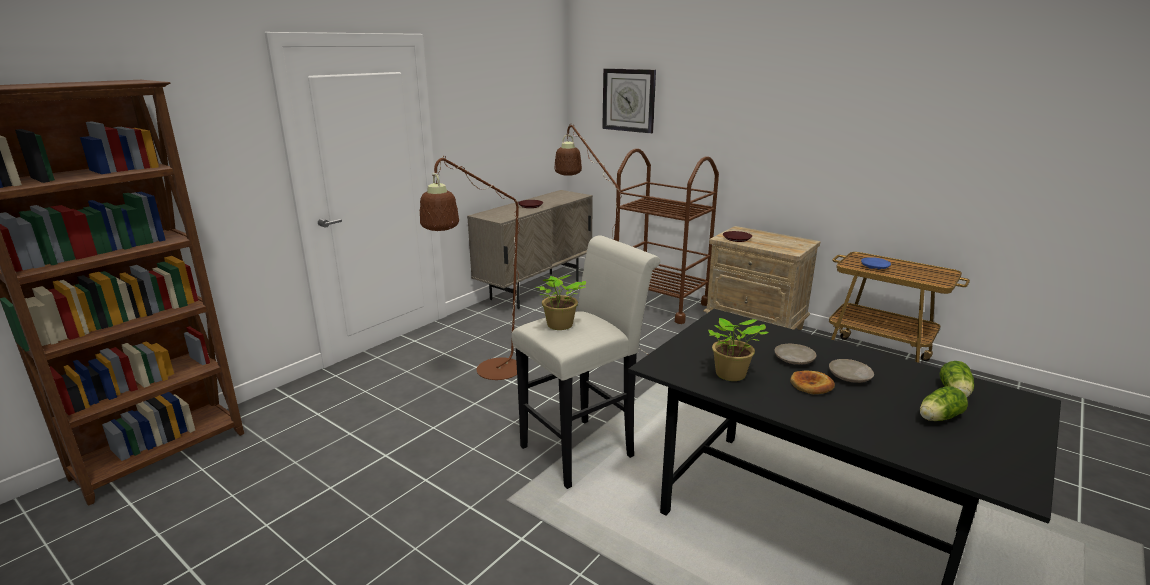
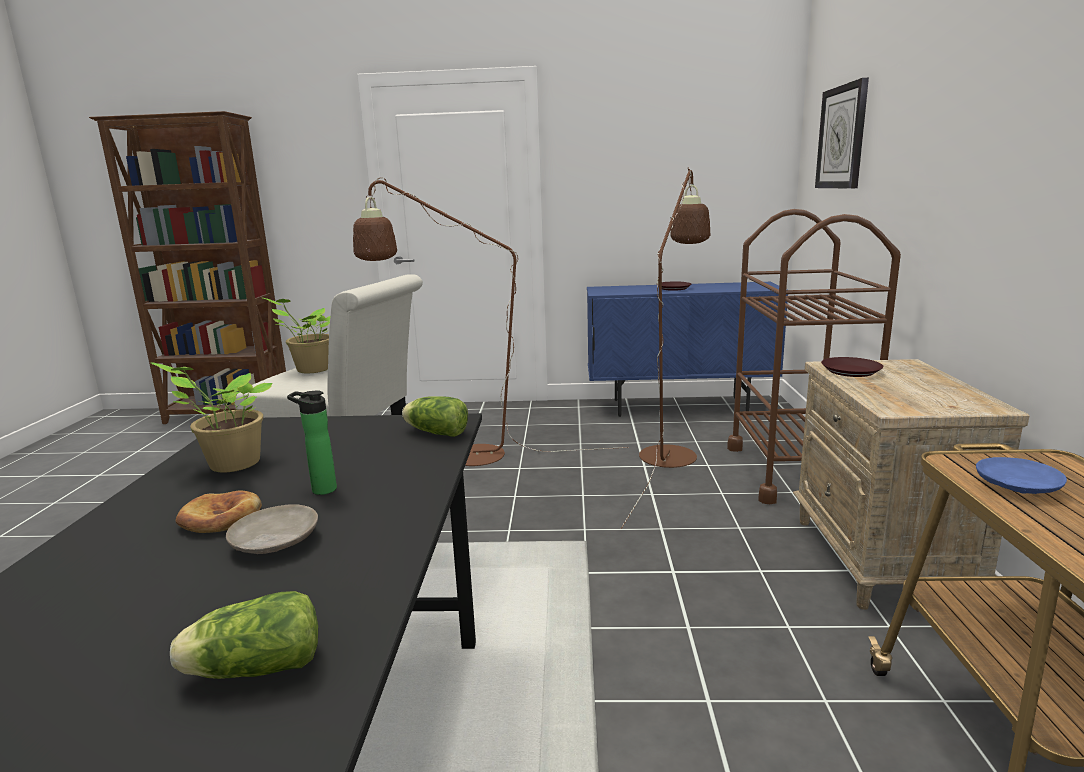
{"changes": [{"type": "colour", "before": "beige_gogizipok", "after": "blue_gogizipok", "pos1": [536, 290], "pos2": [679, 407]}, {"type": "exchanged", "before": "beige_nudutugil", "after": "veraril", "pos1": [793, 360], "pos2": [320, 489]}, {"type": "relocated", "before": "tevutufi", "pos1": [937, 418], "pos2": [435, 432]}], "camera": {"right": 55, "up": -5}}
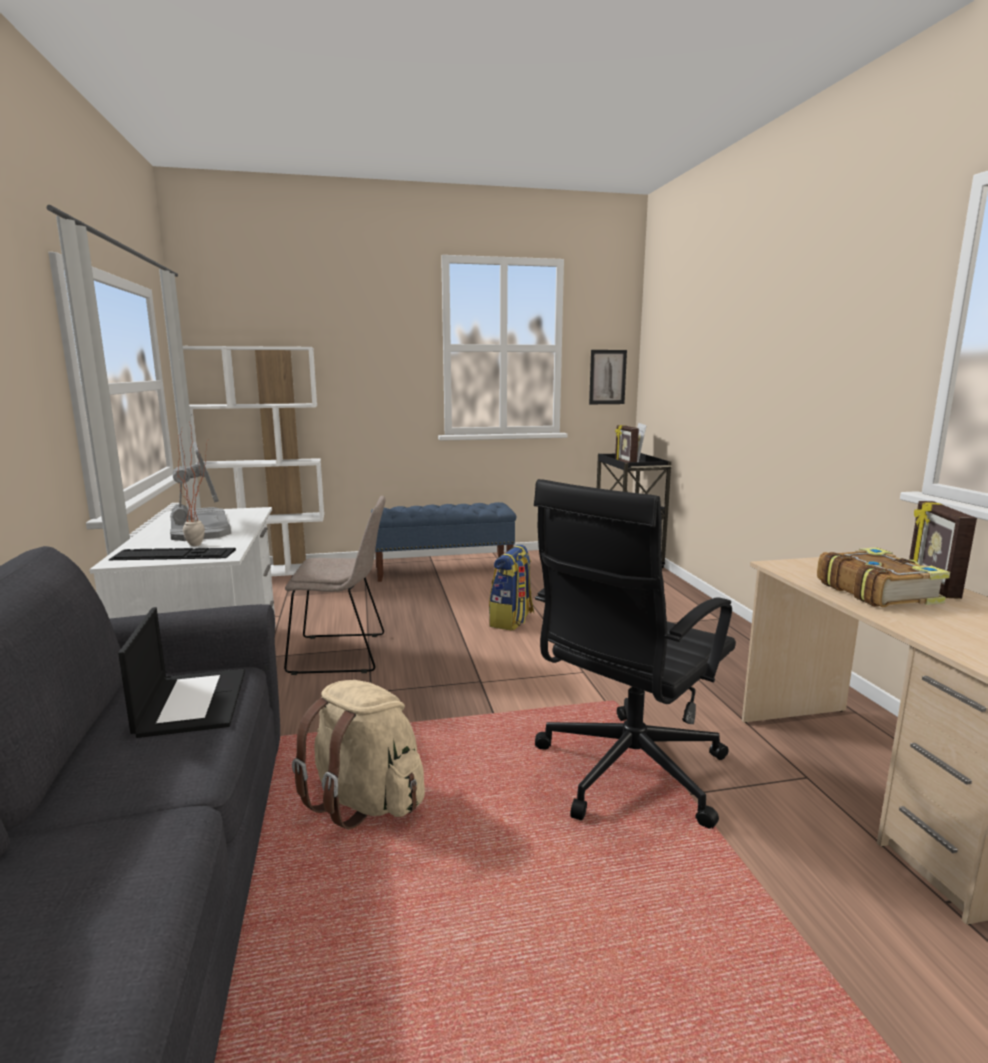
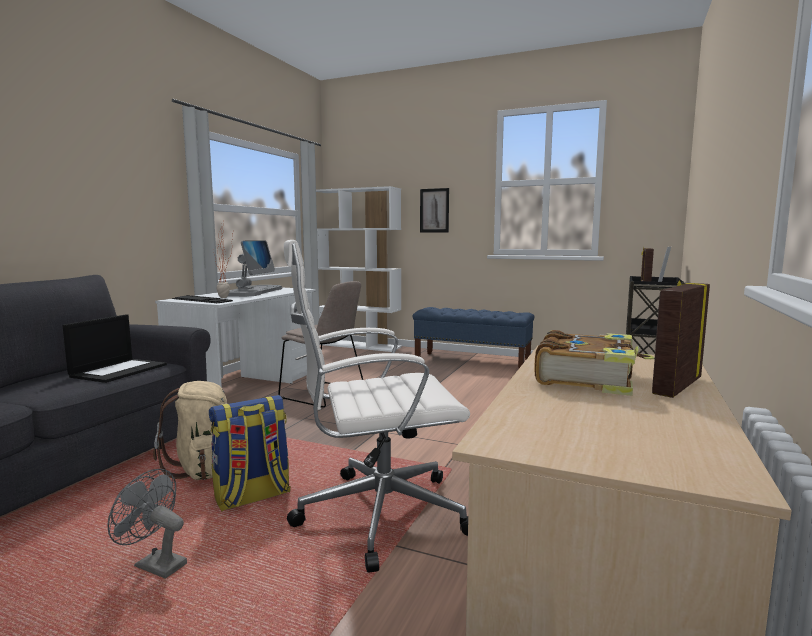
{"changes": [{"type": "relocated", "before": "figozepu", "pos1": [607, 377], "pos2": [434, 210]}, {"type": "colour", "before": "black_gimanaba", "after": "white_gimanaba", "pos1": [627, 772], "pos2": [376, 514]}, {"type": "relocated", "before": "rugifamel", "pos1": [512, 621], "pos2": [252, 497]}, {"type": "appeared", "after": "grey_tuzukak", "pos2": [154, 564]}], "camera": {"right": 35, "up": -5}}
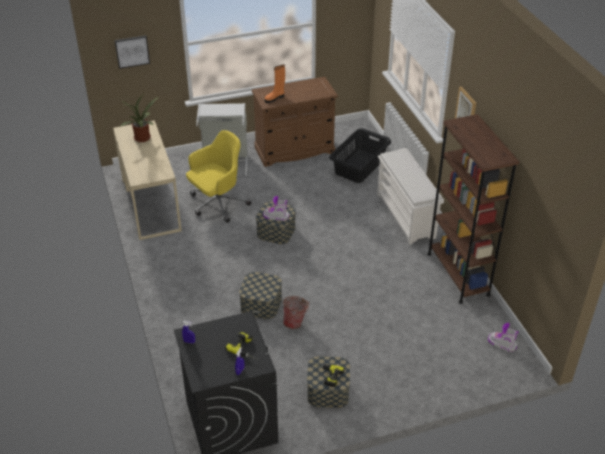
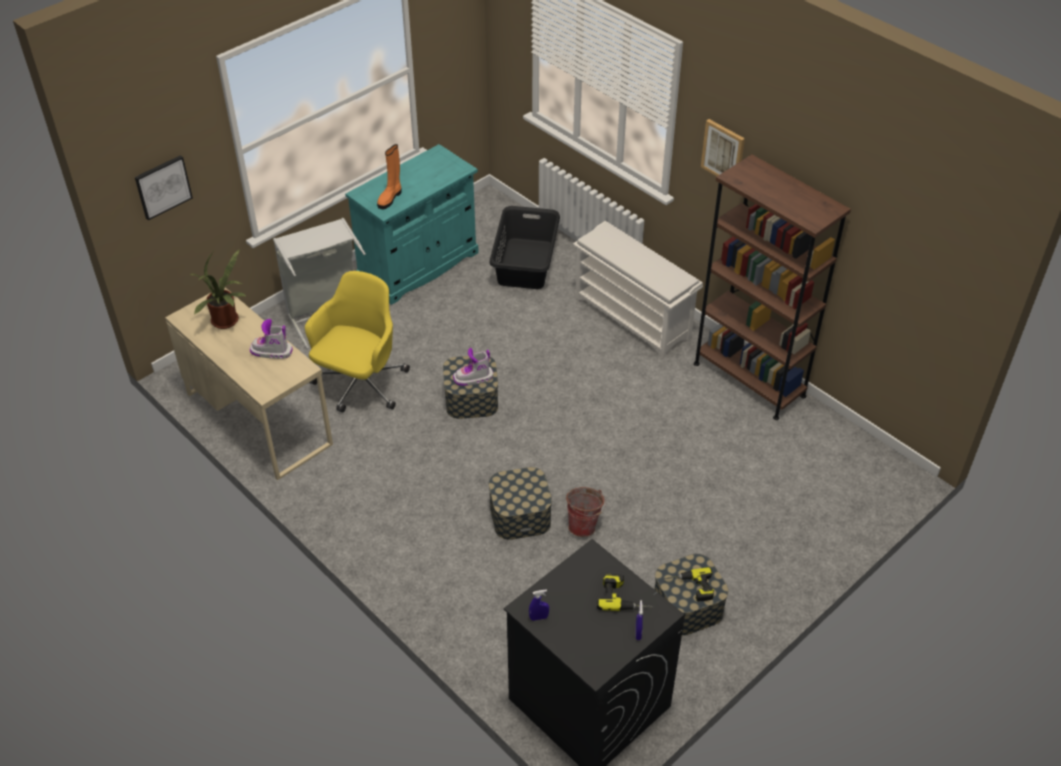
{"changes": [{"type": "colour", "before": "brown_gogizipok", "after": "turquoise_gogizipok", "pos1": [294, 150], "pos2": [418, 265]}, {"type": "relocated", "before": "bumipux", "pos1": [502, 344], "pos2": [271, 352]}], "camera": {"right": -25, "up": 5}}
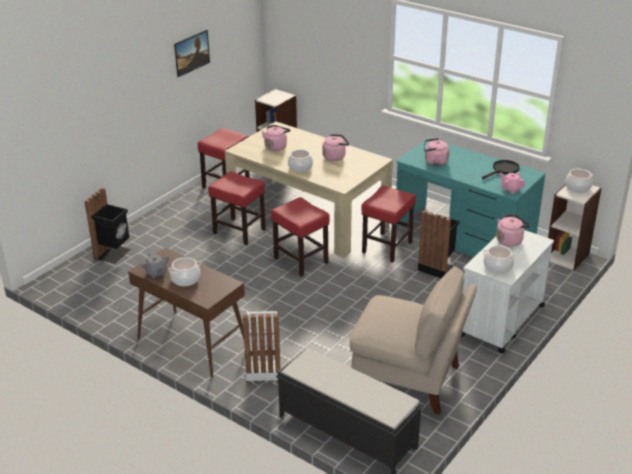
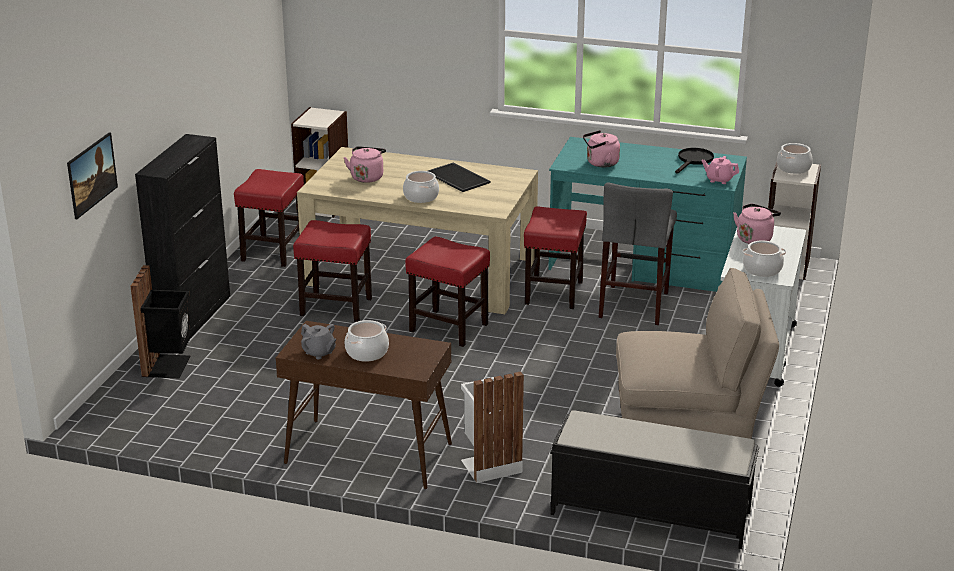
{"changes": [{"type": "relocated", "before": "figozepu", "pos1": [192, 61], "pos2": [94, 188]}, {"type": "exchanged", "before": "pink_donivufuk", "after": "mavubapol", "pos1": [335, 157], "pos2": [459, 177]}, {"type": "exchanged", "before": "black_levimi", "after": "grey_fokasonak", "pos1": [437, 267], "pos2": [634, 305]}, {"type": "appeared", "after": "black_gogizipok", "pos2": [194, 317]}], "camera": {"right": -20, "up": -5}}
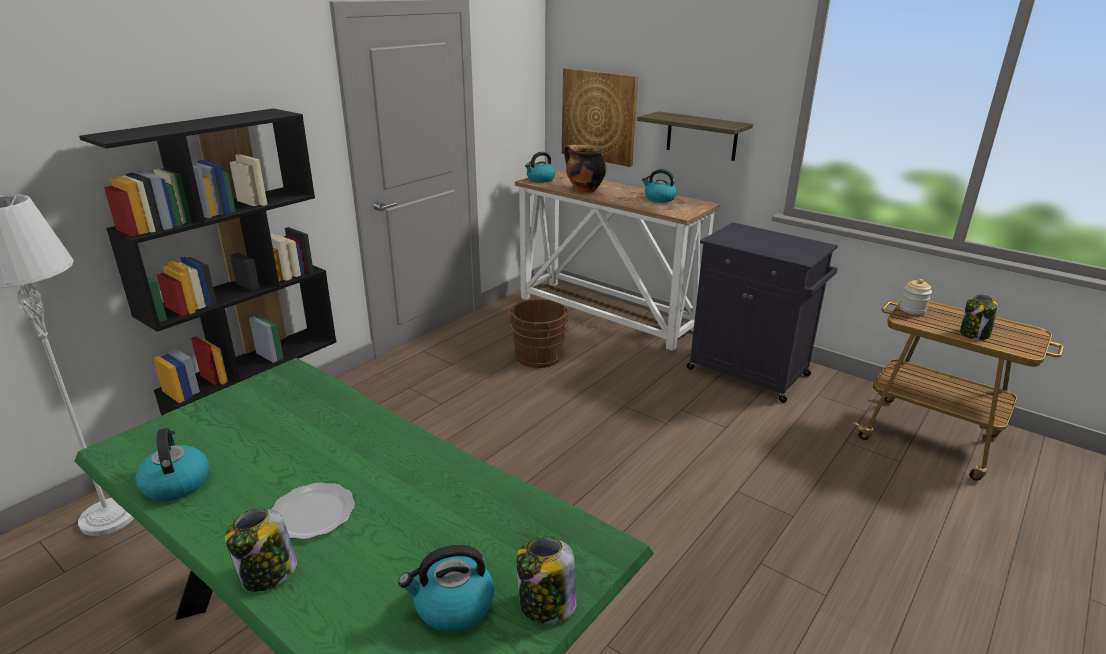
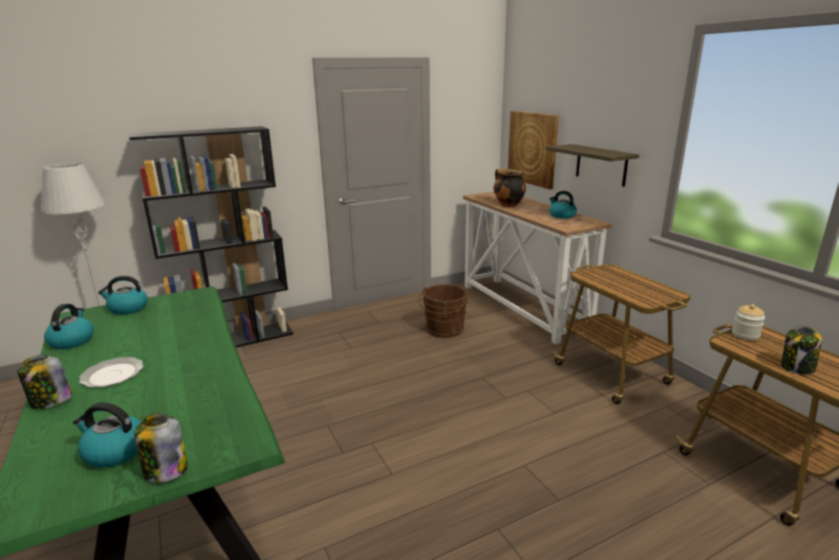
{"changes": [{"type": "relocated", "before": "donivufuk", "pos1": [540, 179], "pos2": [128, 308]}, {"type": "exchanged", "before": "black_gogizipok", "after": "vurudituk", "pos1": [750, 373], "pos2": [613, 375]}], "camera": {"right": 25, "up": -5}}
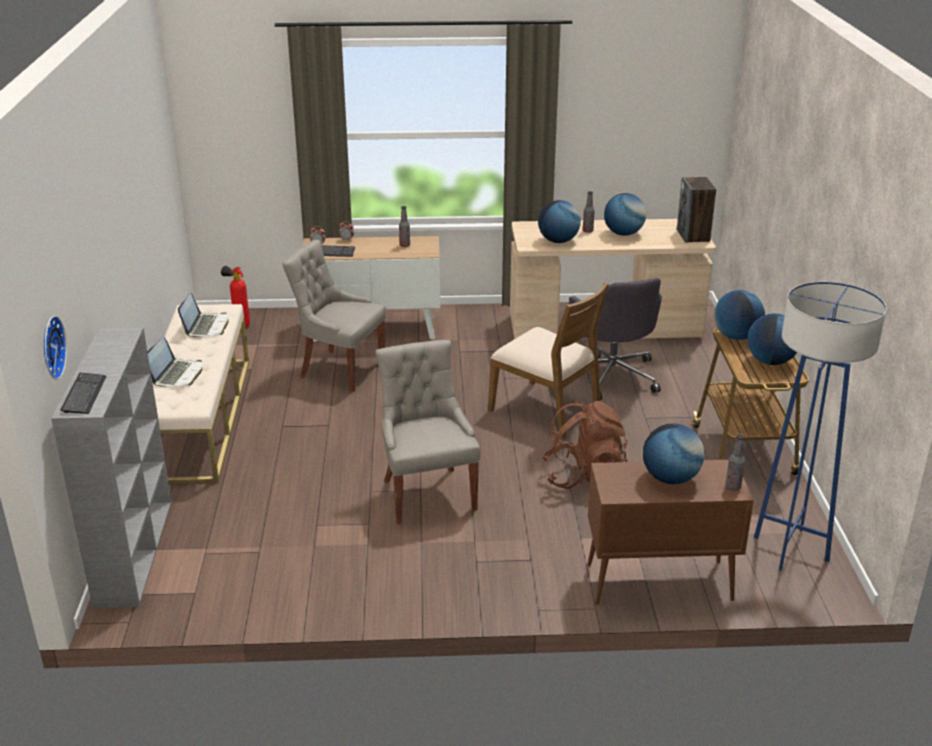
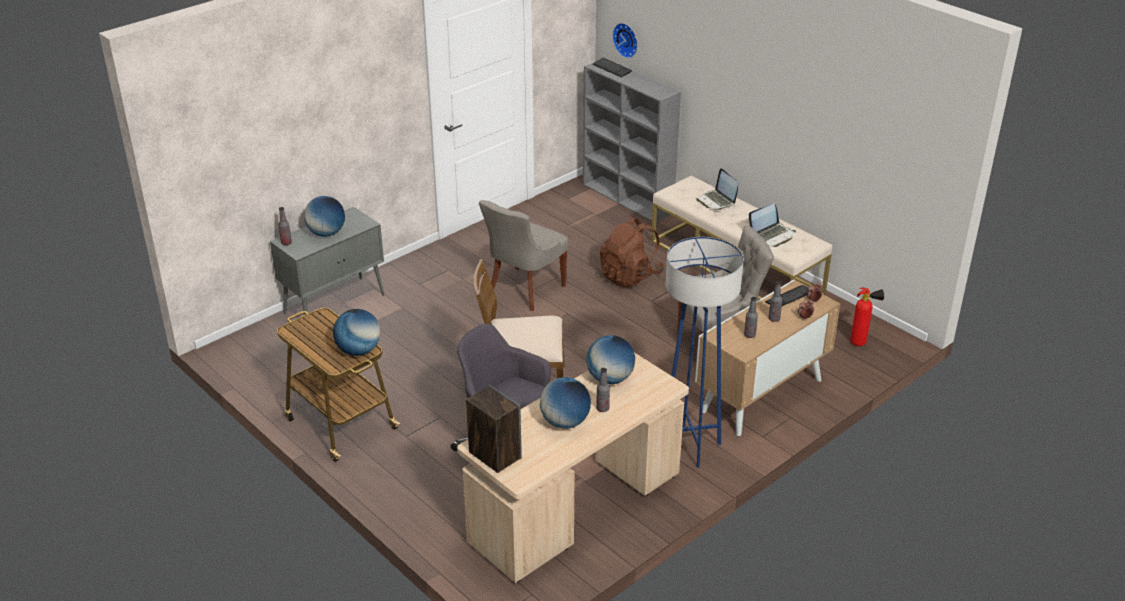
{"changes": [{"type": "relocated", "before": "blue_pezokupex", "pos1": [790, 549], "pos2": [690, 447]}, {"type": "spun", "before": "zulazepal", "pos1": [206, 326], "pos2": [772, 235], "turn": -90}, {"type": "missing", "before": "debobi", "pos1": [770, 361]}, {"type": "spun", "before": "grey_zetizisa", "pos1": [427, 493], "pos2": [524, 290], "turn": 90}, {"type": "relocated", "before": "brown_rugifamel", "pos1": [583, 476], "pos2": [630, 276]}, {"type": "colour", "before": "brown_gogizipok", "after": "grey_gogizipok", "pos1": [657, 583], "pos2": [335, 304]}, {"type": "appeared", "after": "veraril", "pos2": [774, 319]}], "camera": {"right": 140, "up": 5}}
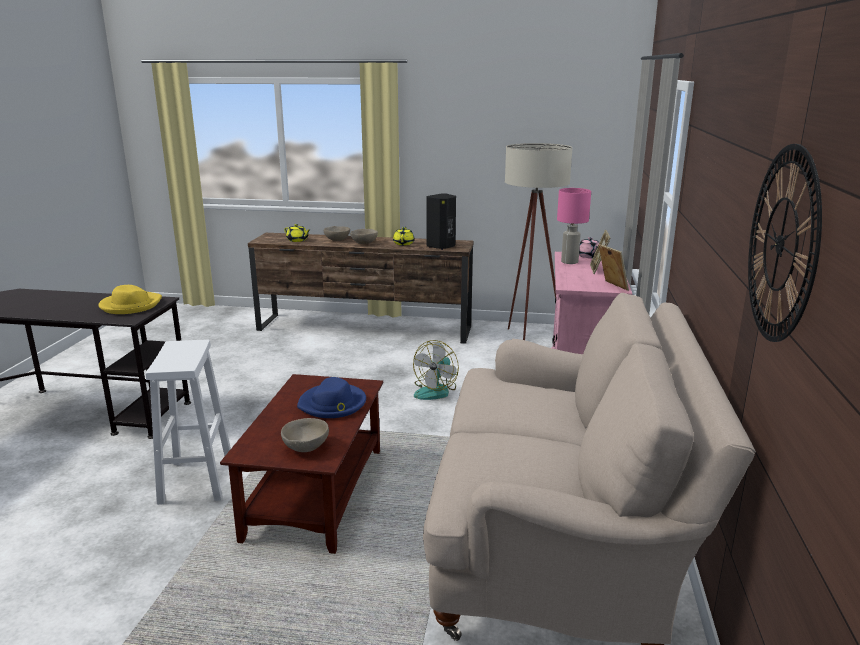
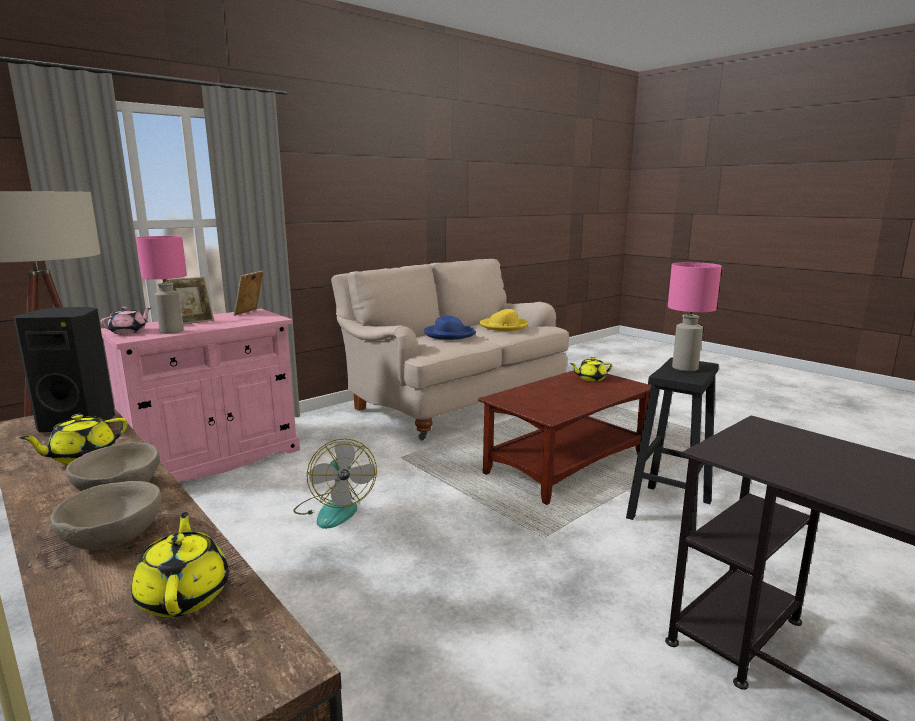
{"changes": [{"type": "missing", "before": "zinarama", "pos1": [781, 244]}, {"type": "relocated", "before": "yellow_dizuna", "pos1": [130, 305], "pos2": [504, 326]}, {"type": "colour", "before": "white_fokasonak", "after": "black_fokasonak", "pos1": [197, 481], "pos2": [669, 509]}, {"type": "spun", "before": "tuzukak", "pos1": [436, 390], "pos2": [334, 509], "turn": 90}, {"type": "relocated", "before": "blue_dizuna", "pos1": [333, 404], "pos2": [449, 334]}, {"type": "exchanged", "before": "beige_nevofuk", "after": "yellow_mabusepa", "pos1": [305, 447], "pos2": [590, 378]}, {"type": "appeared", "after": "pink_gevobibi", "pos2": [685, 368]}], "camera": {"right": -140, "up": -5}}
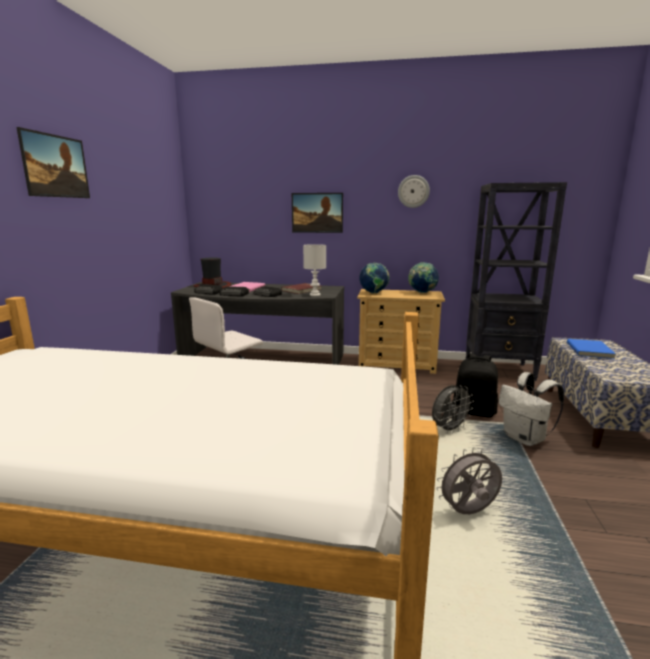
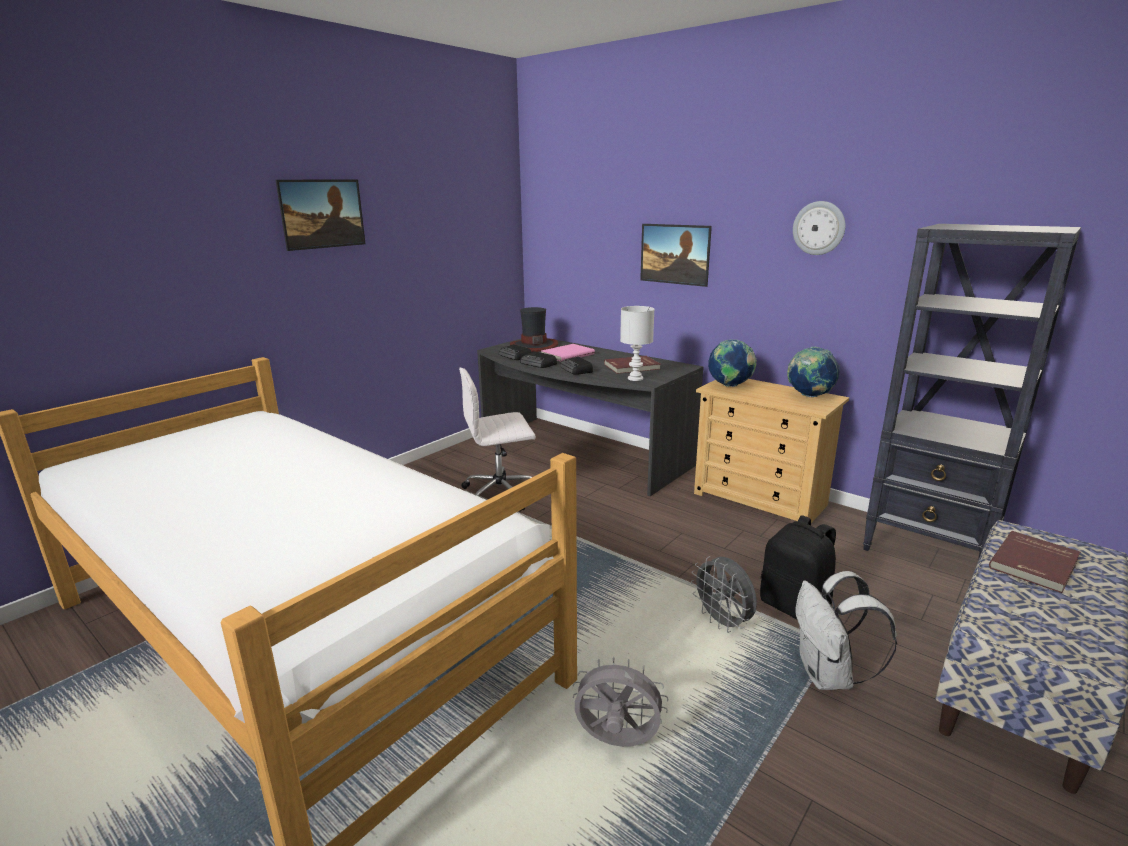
{"changes": [{"type": "colour", "before": "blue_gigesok", "after": "red_gigesok", "pos1": [590, 350], "pos2": [1035, 564]}, {"type": "spun", "before": "grey_tuzukak", "pos1": [449, 430], "pos2": [723, 622], "turn": 60}], "camera": {"right": 30, "up": 5}}
